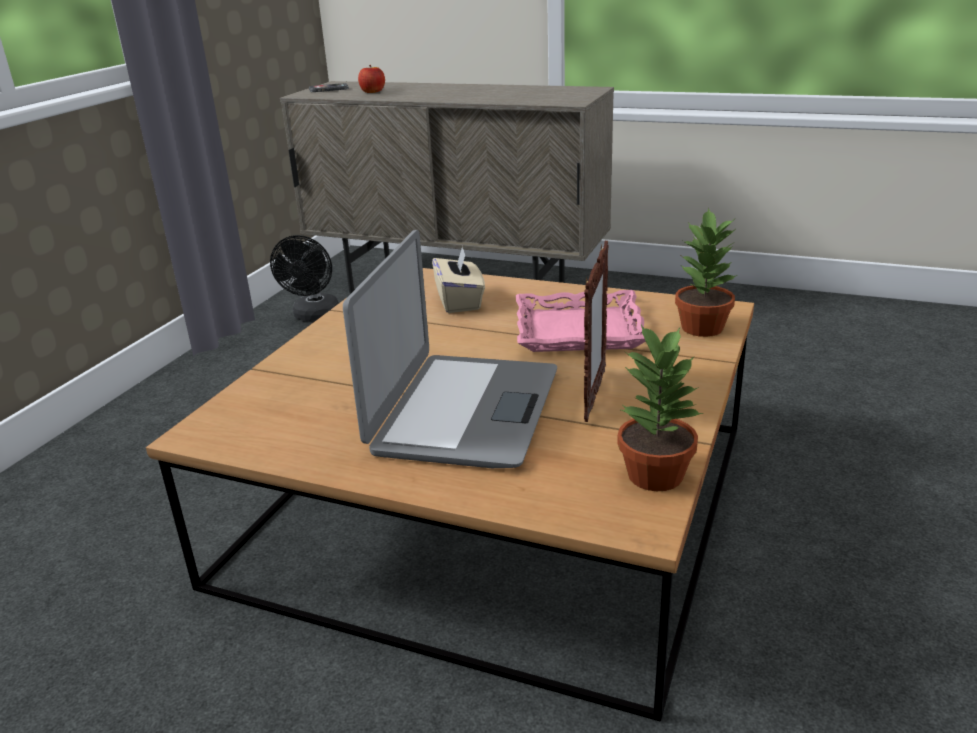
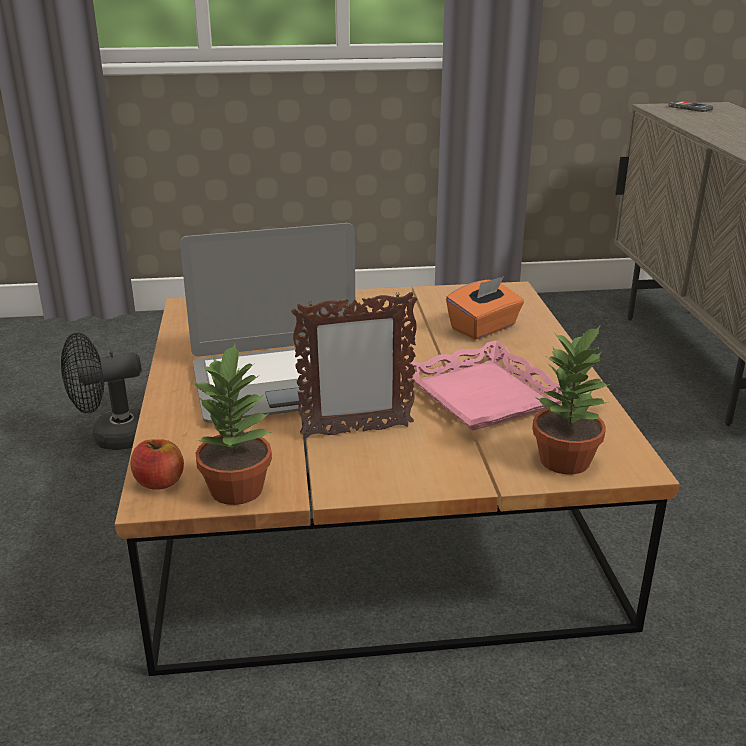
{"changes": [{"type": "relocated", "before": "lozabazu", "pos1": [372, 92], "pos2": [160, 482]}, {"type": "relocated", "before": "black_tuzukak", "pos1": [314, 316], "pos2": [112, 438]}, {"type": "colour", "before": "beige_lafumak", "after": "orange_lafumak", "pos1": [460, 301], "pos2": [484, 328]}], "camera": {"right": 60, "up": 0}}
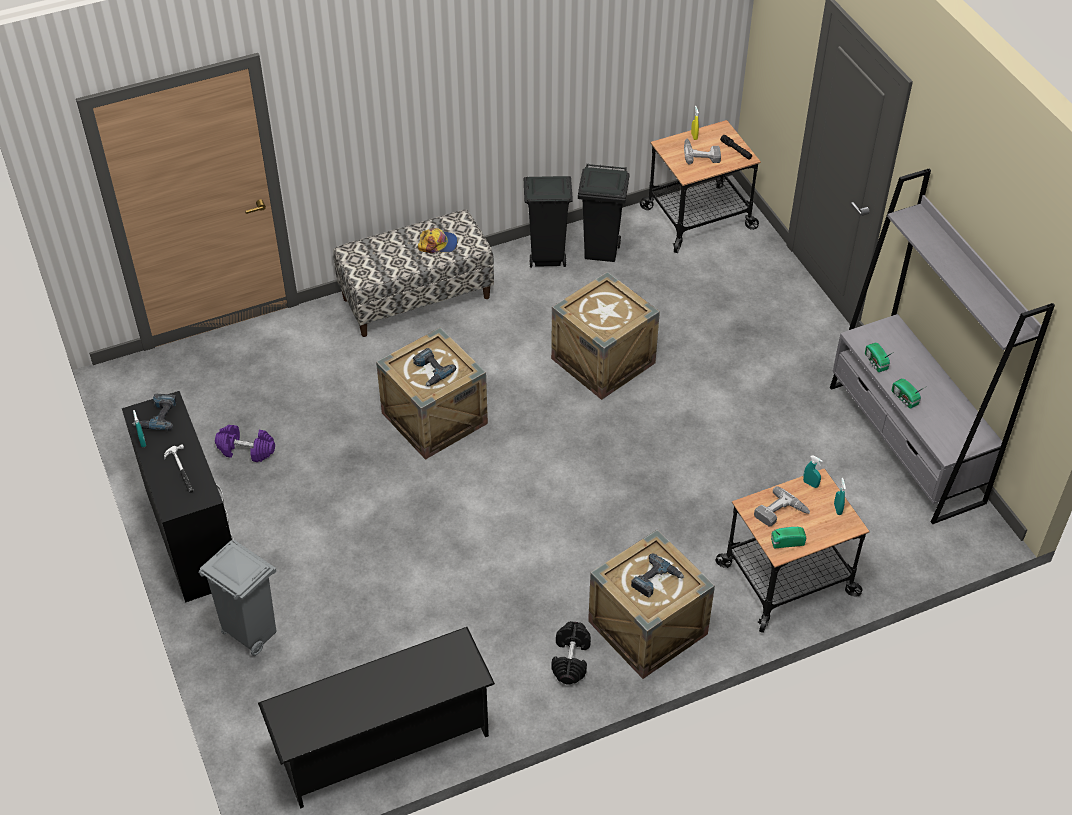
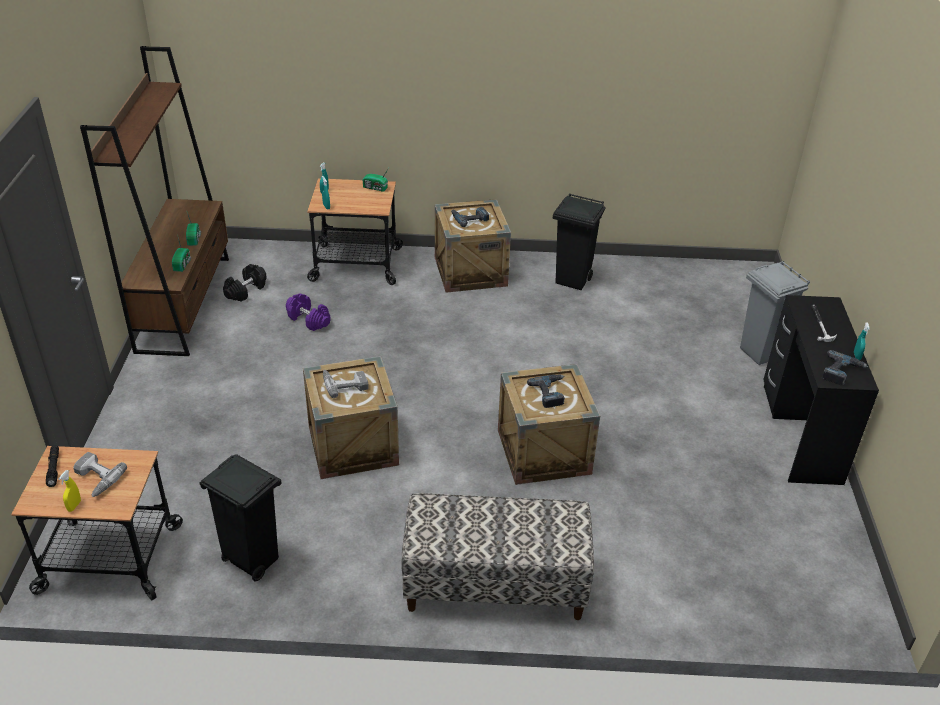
{"changes": [{"type": "colour", "before": "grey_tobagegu", "after": "brown_tobagegu", "pos1": [905, 444], "pos2": [184, 303]}, {"type": "relocated", "before": "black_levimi", "pos1": [546, 259], "pos2": [573, 281]}, {"type": "missing", "before": "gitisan", "pos1": [438, 244]}, {"type": "relocated", "before": "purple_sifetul", "pos1": [246, 450], "pos2": [309, 320]}, {"type": "relocated", "before": "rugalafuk", "pos1": [781, 514], "pos2": [344, 384]}, {"type": "relocated", "before": "black_sifetul", "pos1": [570, 659], "pos2": [246, 291]}, {"type": "missing", "before": "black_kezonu", "pos1": [383, 743]}], "camera": {"right": -155, "up": -10}}
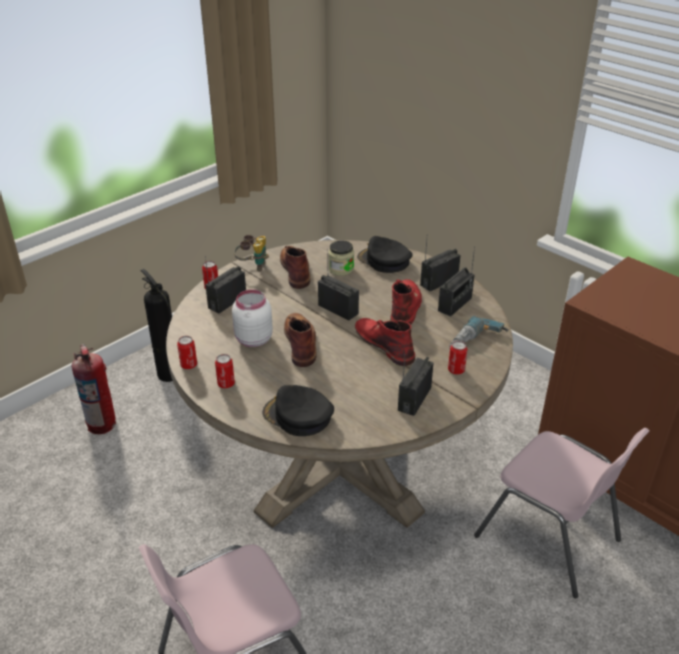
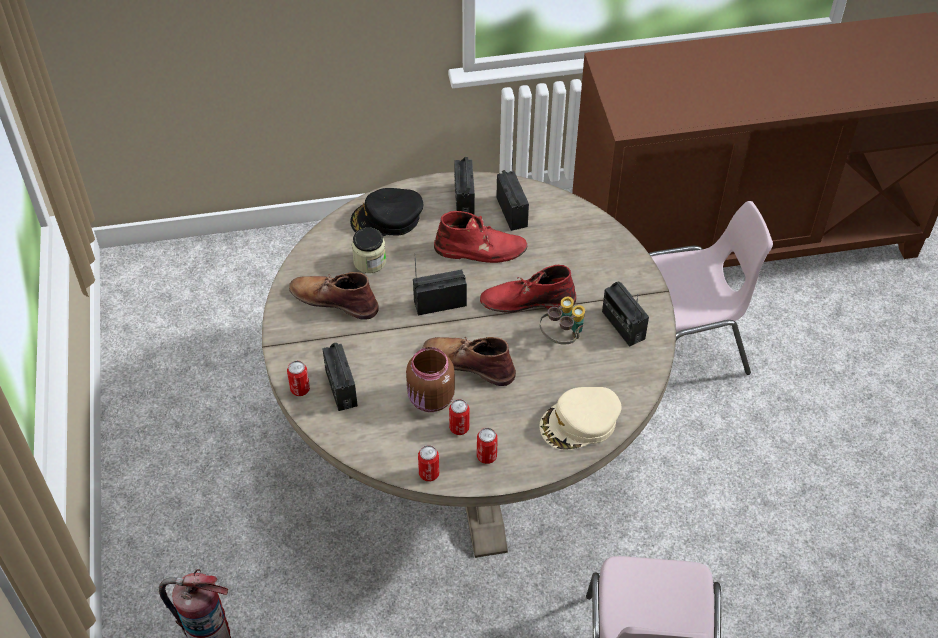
{"changes": [{"type": "relocated", "before": "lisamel", "pos1": [253, 266], "pos2": [562, 338]}, {"type": "missing", "before": "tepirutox", "pos1": [170, 375]}, {"type": "spun", "before": "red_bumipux", "pos1": [405, 306], "pos2": [481, 249], "turn": 135}, {"type": "colour", "before": "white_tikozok", "after": "brown_tikozok", "pos1": [252, 339], "pos2": [430, 399]}, {"type": "missing", "before": "rugalafuk", "pos1": [477, 343]}, {"type": "relocated", "before": "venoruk", "pos1": [456, 370], "pos2": [459, 428]}, {"type": "colour", "before": "black_gitisan", "after": "beige_gitisan", "pos1": [298, 416], "pos2": [580, 423]}], "camera": {"right": -55, "up": 15}}
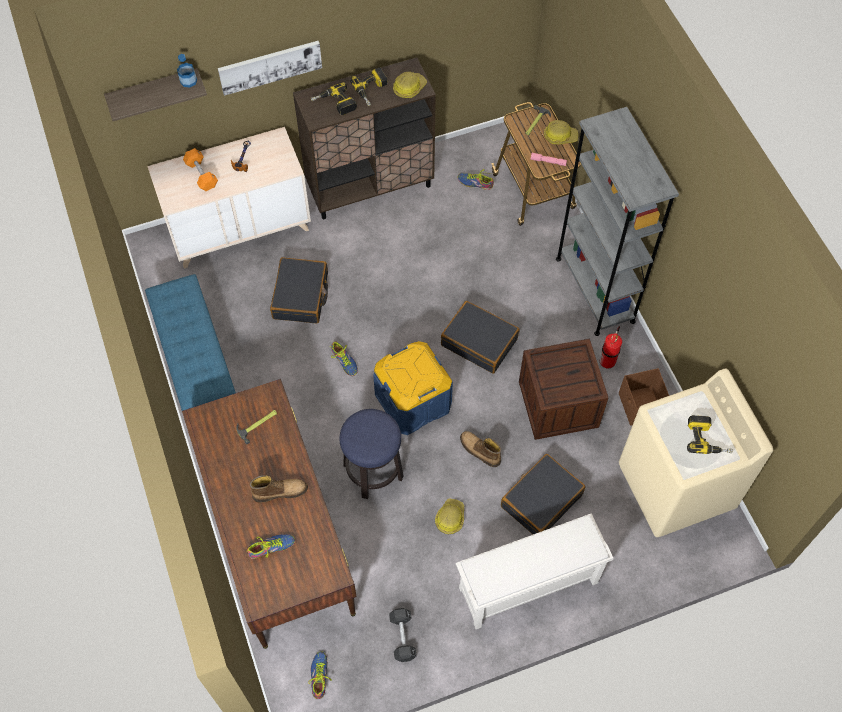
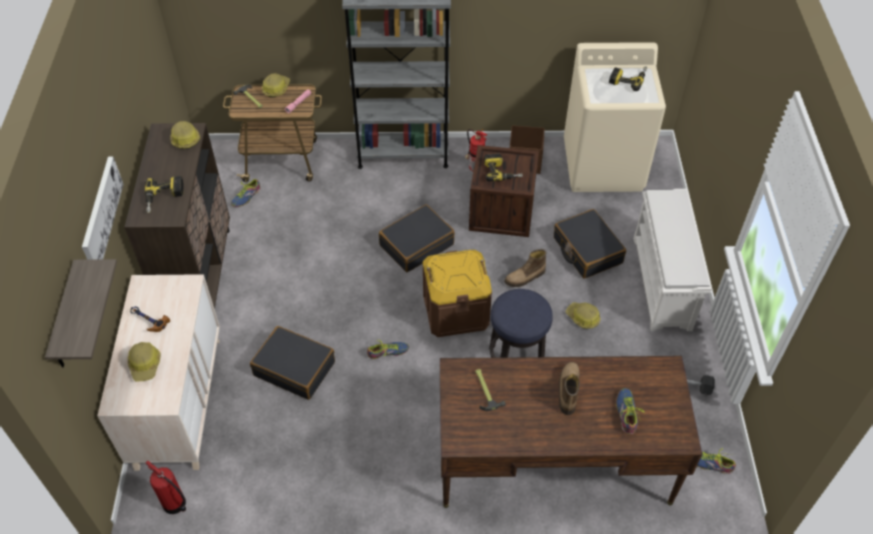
{"changes": [{"type": "missing", "before": "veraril", "pos1": [188, 81]}, {"type": "relocated", "before": "rugalafuk", "pos1": [372, 90], "pos2": [501, 171]}, {"type": "exchanged", "before": "orange_sifetul", "after": "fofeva", "pos1": [201, 175], "pos2": [145, 364]}, {"type": "missing", "before": "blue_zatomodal", "pos1": [197, 365]}, {"type": "colour", "before": "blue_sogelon", "after": "brown_sogelon", "pos1": [413, 401], "pos2": [456, 311]}, {"type": "appeared", "after": "tepirutox", "pos2": [175, 504]}], "camera": {"right": -70, "up": -10}}
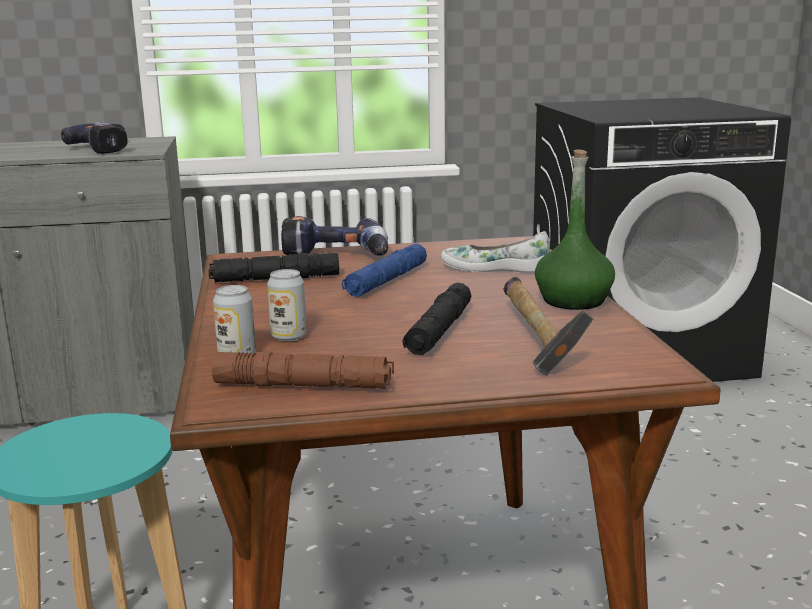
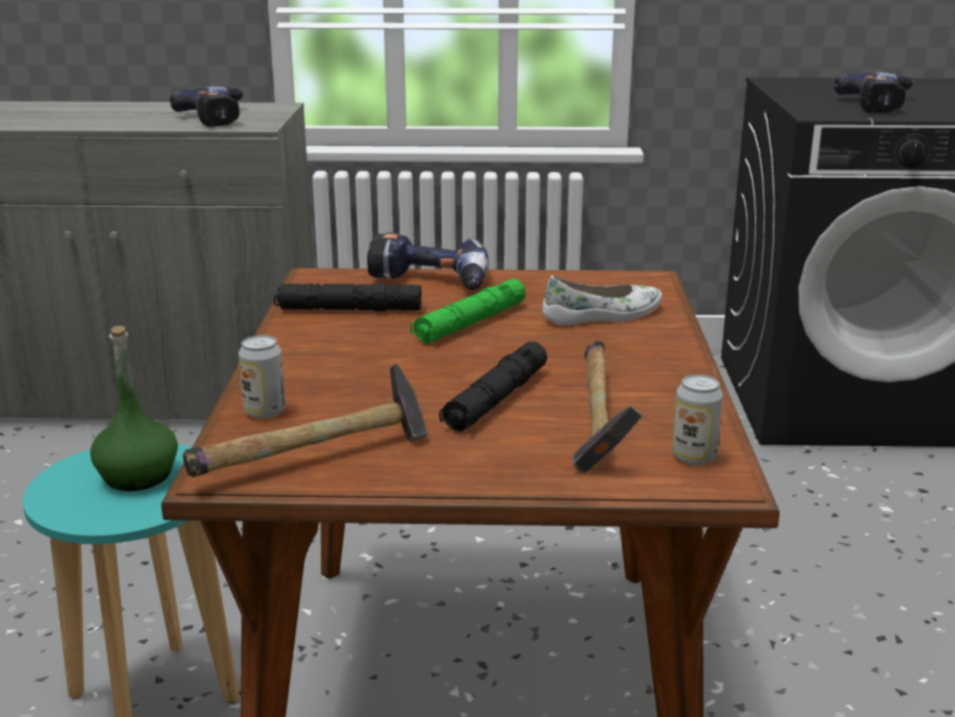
{"changes": [{"type": "relocated", "before": "green_veraril", "pos1": [574, 301], "pos2": [138, 476]}, {"type": "spun", "before": "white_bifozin", "pos1": [495, 268], "pos2": [603, 316], "turn": 135}, {"type": "colour", "before": "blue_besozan", "after": "green_besozan", "pos1": [386, 281], "pos2": [470, 323]}, {"type": "relocated", "before": "venoruk", "pos1": [288, 336], "pos2": [694, 457]}, {"type": "exchanged", "before": "brown_besozan", "after": "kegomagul", "pos1": [304, 385], "pos2": [317, 458]}, {"type": "appeared", "after": "rugalafuk", "pos2": [882, 105]}], "camera": {"right": 10, "up": 5}}
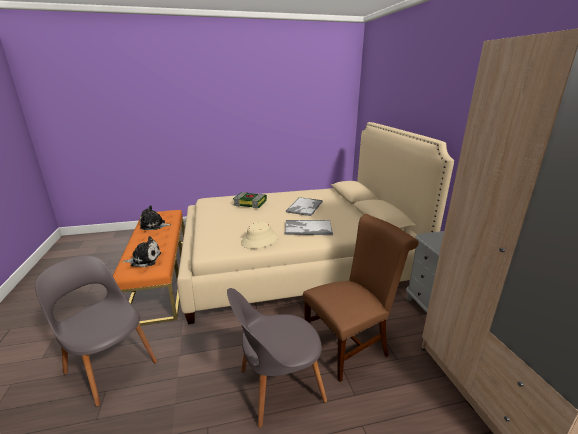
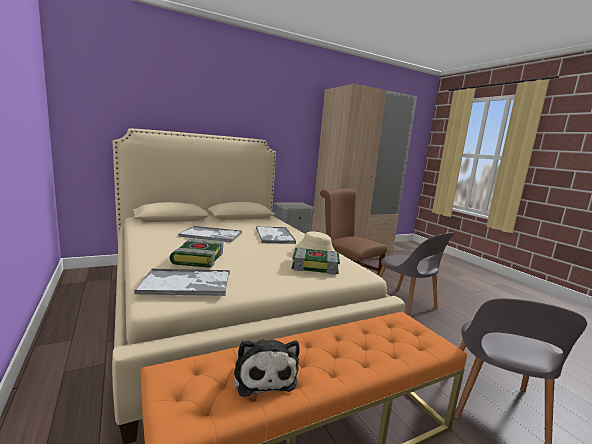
{"changes": [{"type": "missing", "before": "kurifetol", "pos1": [144, 259]}, {"type": "appeared", "after": "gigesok", "pos2": [316, 266]}, {"type": "appeared", "after": "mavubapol", "pos2": [187, 283]}], "camera": {"right": -105, "up": -10}}
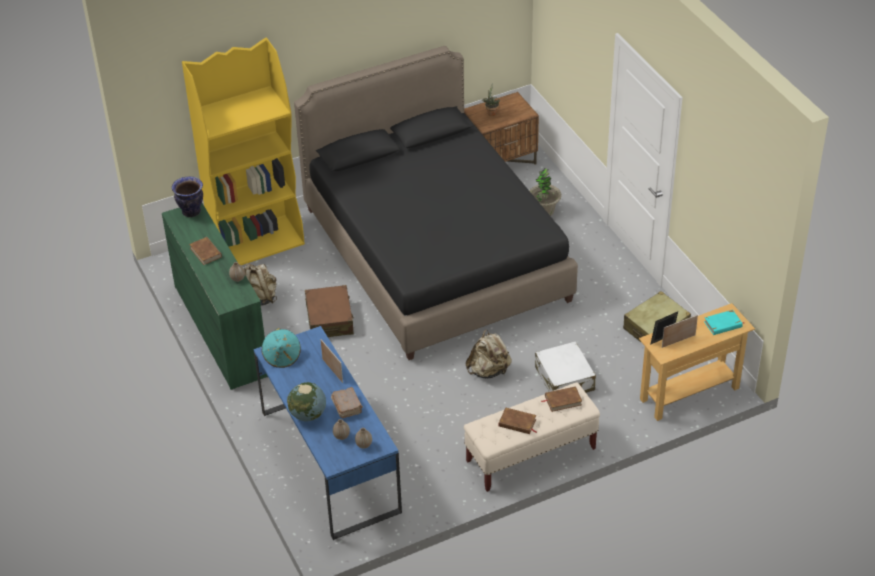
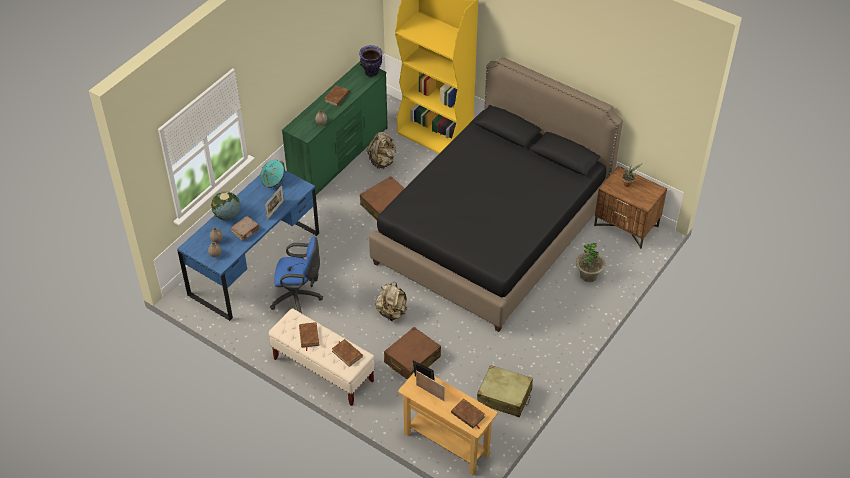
{"changes": [{"type": "colour", "before": "turquoise_gigesok", "after": "brown_gigesok", "pos1": [723, 324], "pos2": [467, 415]}, {"type": "colour", "before": "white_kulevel", "after": "brown_kulevel", "pos1": [564, 379], "pos2": [412, 360]}, {"type": "appeared", "after": "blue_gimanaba", "pos2": [299, 298]}], "camera": {"right": 60, "up": 5}}
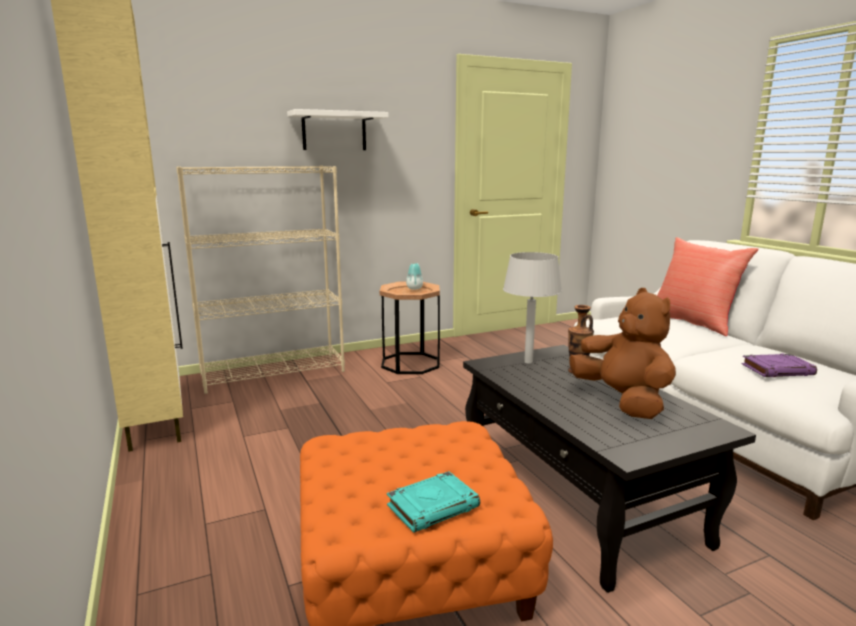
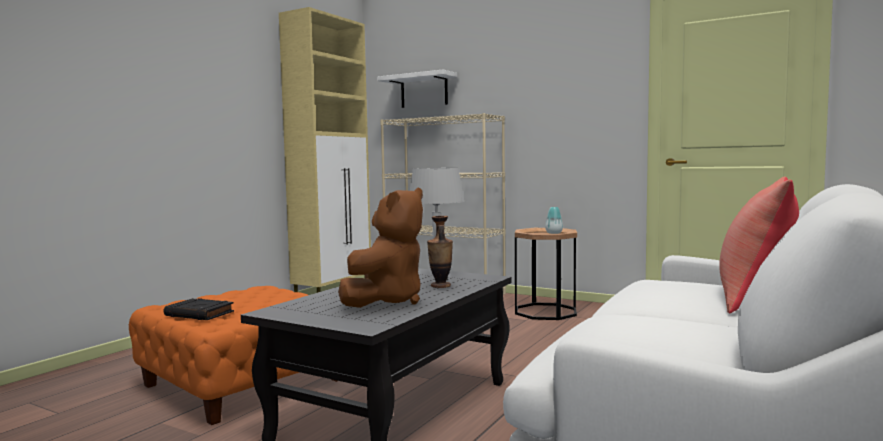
{"changes": [{"type": "relocated", "before": "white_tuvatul", "pos1": [334, 131], "pos2": [424, 91]}, {"type": "missing", "before": "purple_gigesok", "pos1": [777, 370]}, {"type": "colour", "before": "turquoise_gigesok", "after": "black_gigesok", "pos1": [433, 506], "pos2": [200, 314]}], "camera": {"right": 55, "up": -10}}
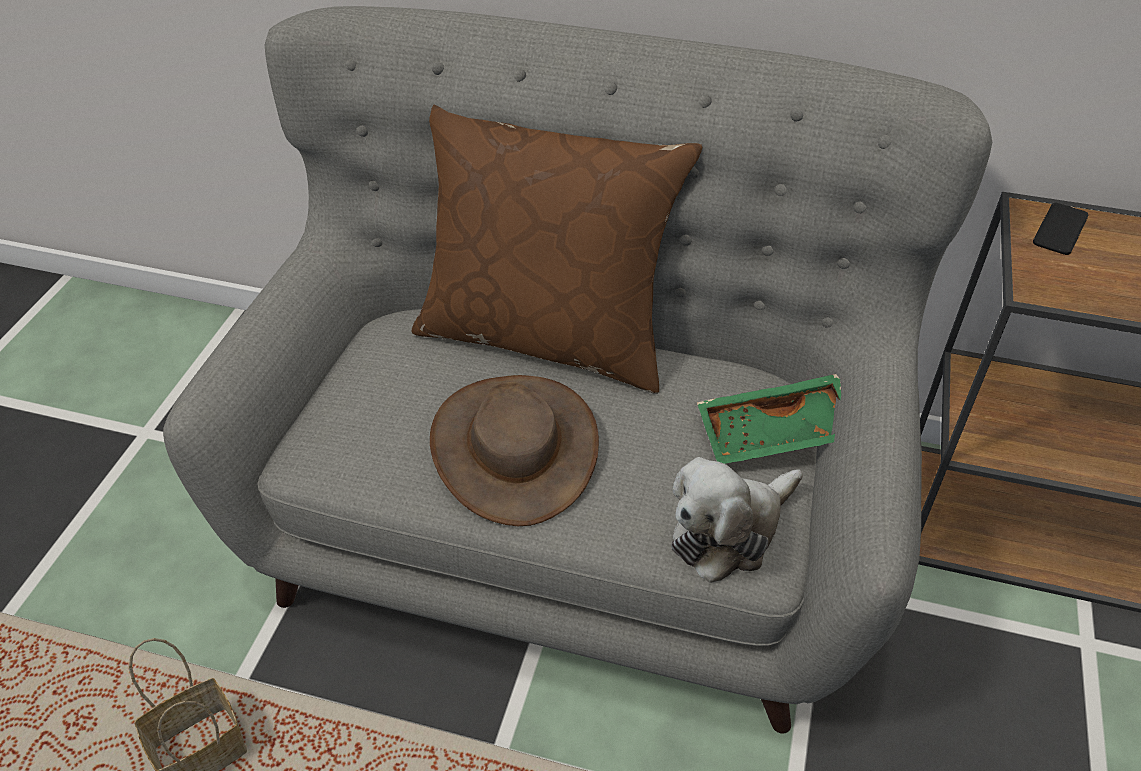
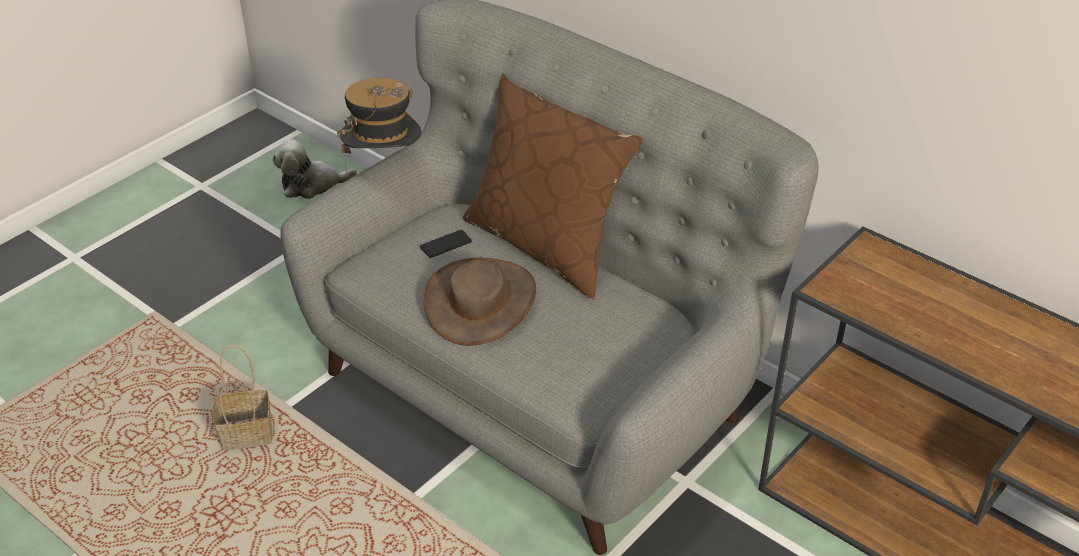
{"changes": [{"type": "relocated", "before": "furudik", "pos1": [1060, 229], "pos2": [446, 244]}, {"type": "missing", "before": "green_mavubapol", "pos1": [777, 436]}, {"type": "relocated", "before": "kurifetol", "pos1": [729, 531], "pos2": [312, 185]}, {"type": "appeared", "after": "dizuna", "pos2": [383, 165]}], "camera": {"right": 25, "up": -5}}
